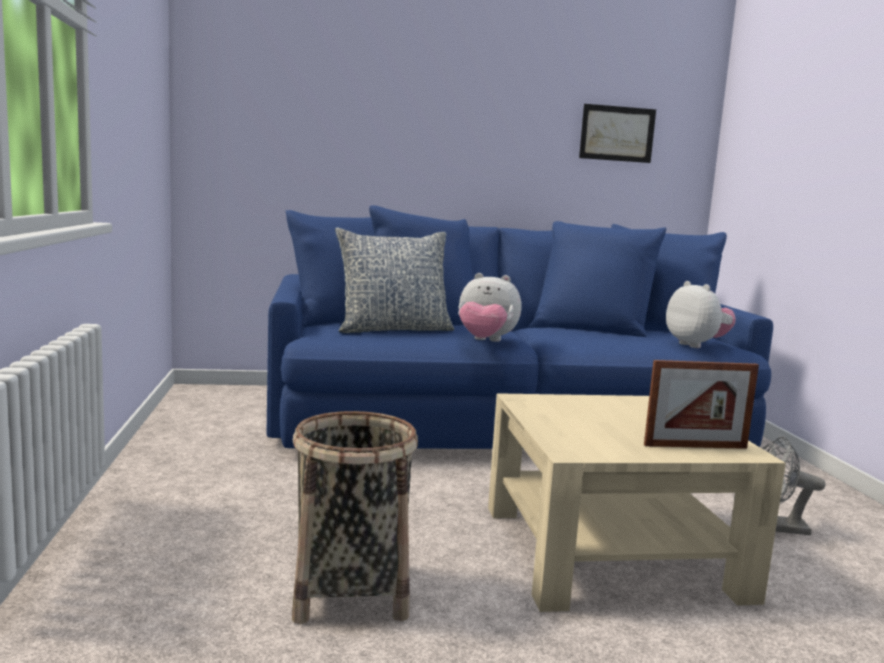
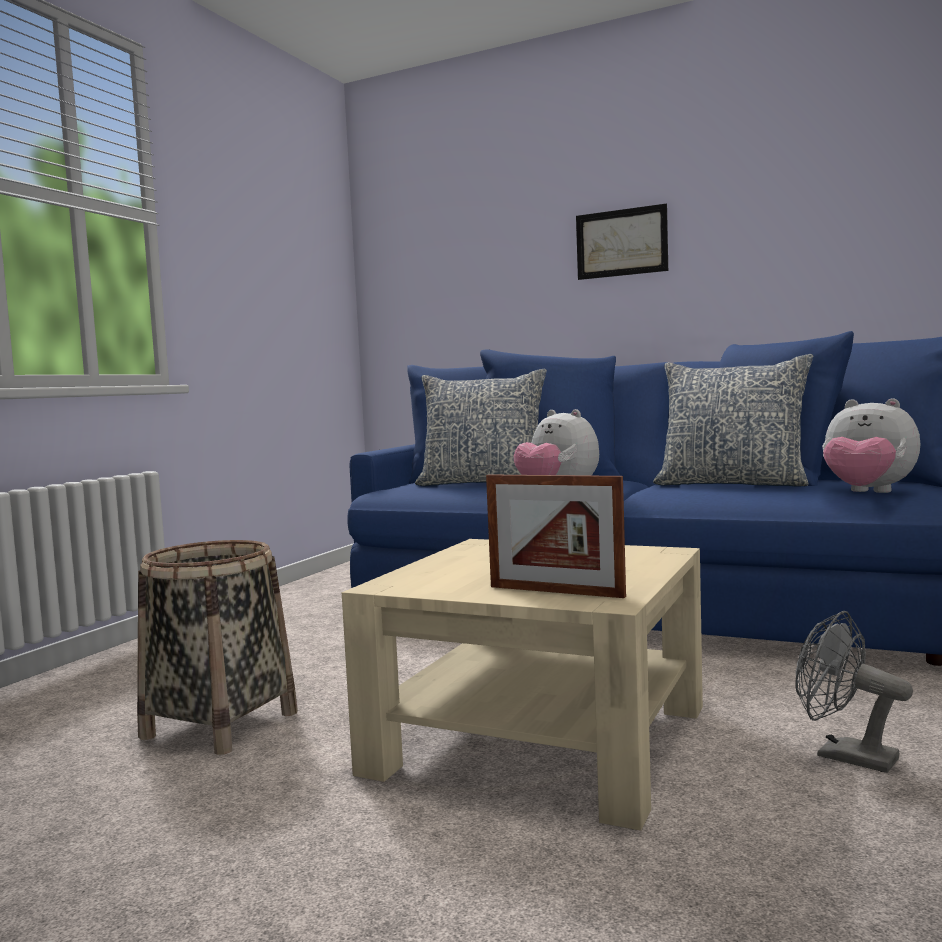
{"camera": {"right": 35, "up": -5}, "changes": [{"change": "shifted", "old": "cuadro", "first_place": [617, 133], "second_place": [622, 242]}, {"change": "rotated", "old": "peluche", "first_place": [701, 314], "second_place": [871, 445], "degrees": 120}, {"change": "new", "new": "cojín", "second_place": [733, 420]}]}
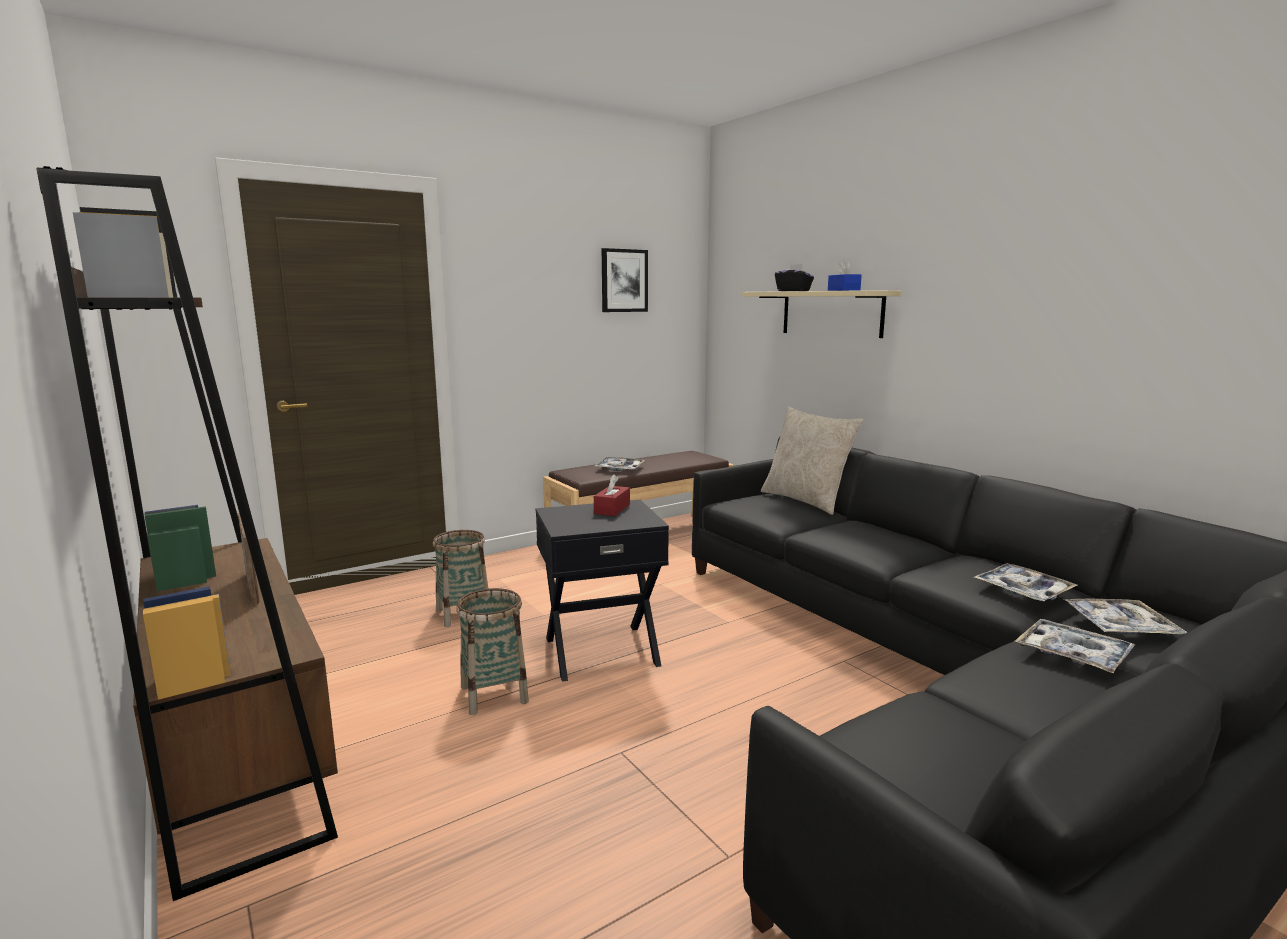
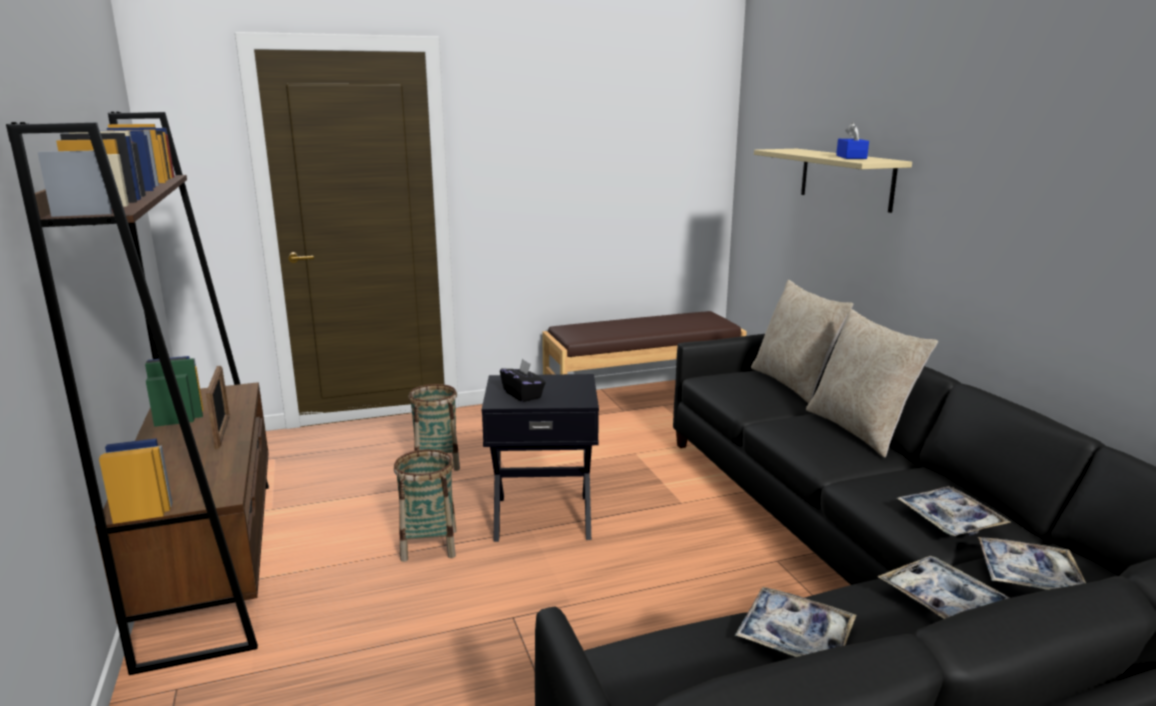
{"camera": {"right": 15, "up": 5}, "changes": [{"change": "gone", "old": "caja de pañuelos/rojo", "first_place": [612, 495]}, {"change": "shifted", "old": "bandeja", "first_place": [620, 464], "second_place": [795, 622]}, {"change": "gone", "old": "cuadro", "first_place": [625, 280]}, {"change": "shifted", "old": "caja de pañuelos/negro", "first_place": [794, 277], "second_place": [523, 380]}, {"change": "new", "new": "cojín/beis", "second_place": [872, 383]}]}
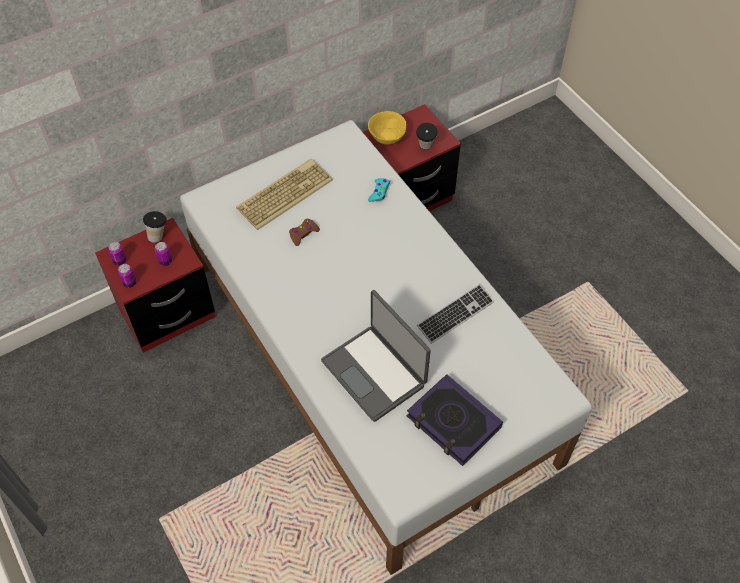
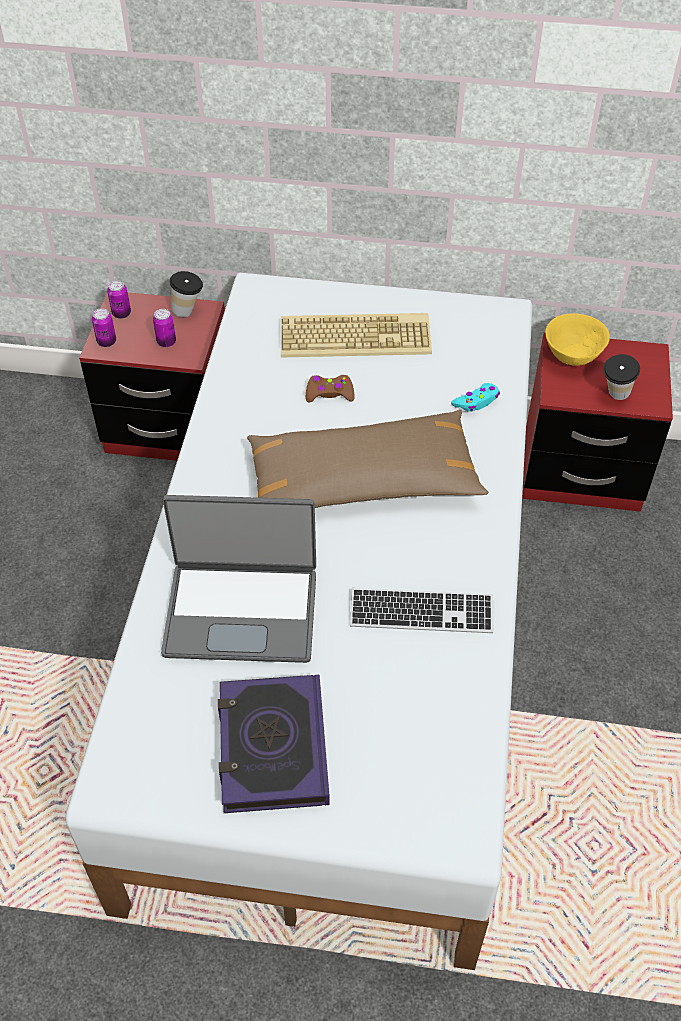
{"camera": {"right": 40, "up": -5}, "changes": [{"change": "rotated", "old": "portátil", "first_place": [376, 356], "second_place": [238, 579], "degrees": -90}, {"change": "new", "new": "cojín/marrón", "second_place": [367, 459]}]}
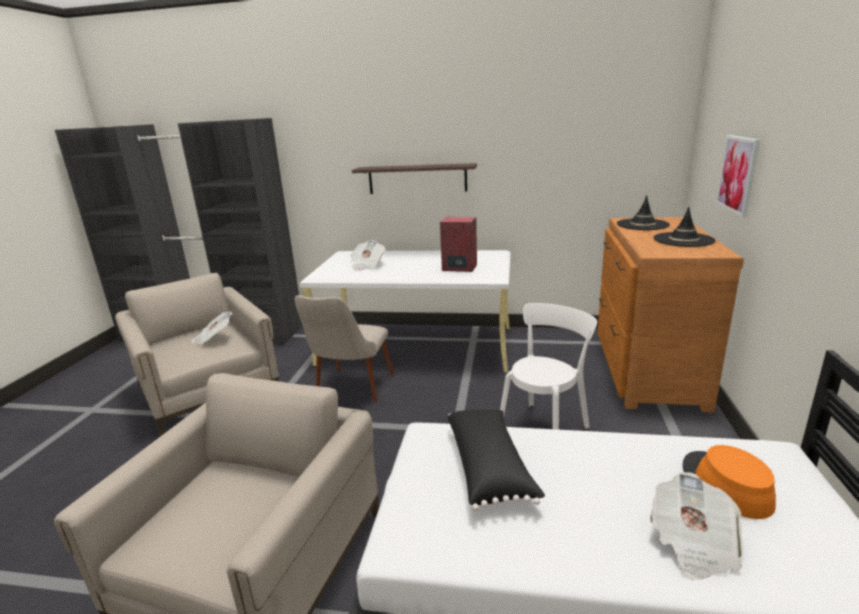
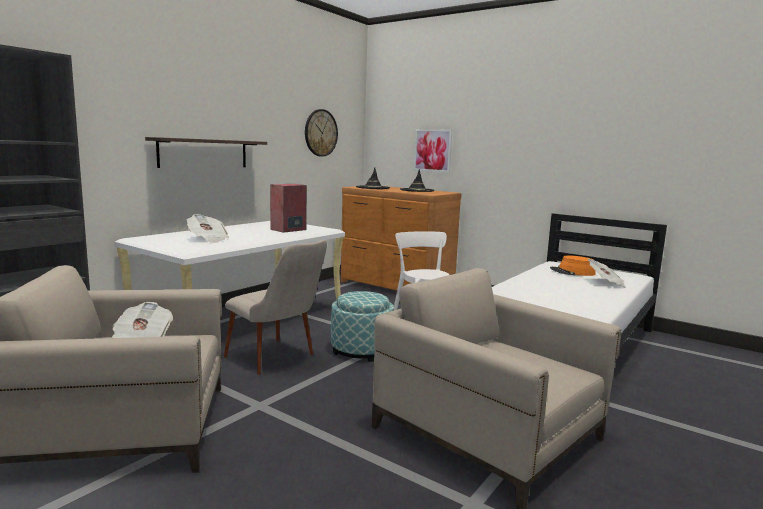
{"camera": {"right": -65, "up": -10}, "changes": [{"change": "gone", "old": "cojín/negro", "first_place": [496, 460]}, {"change": "new", "new": "reloj de pared", "second_place": [321, 133]}, {"change": "new", "new": "puf", "second_place": [362, 326]}]}
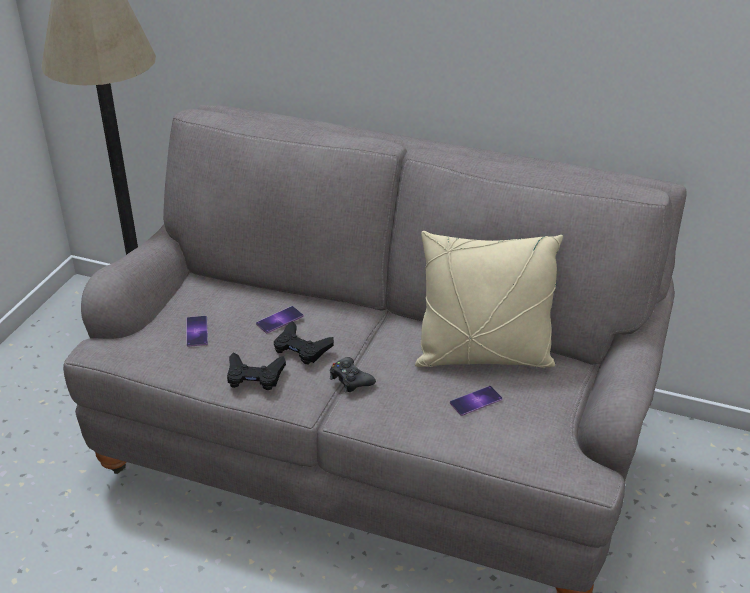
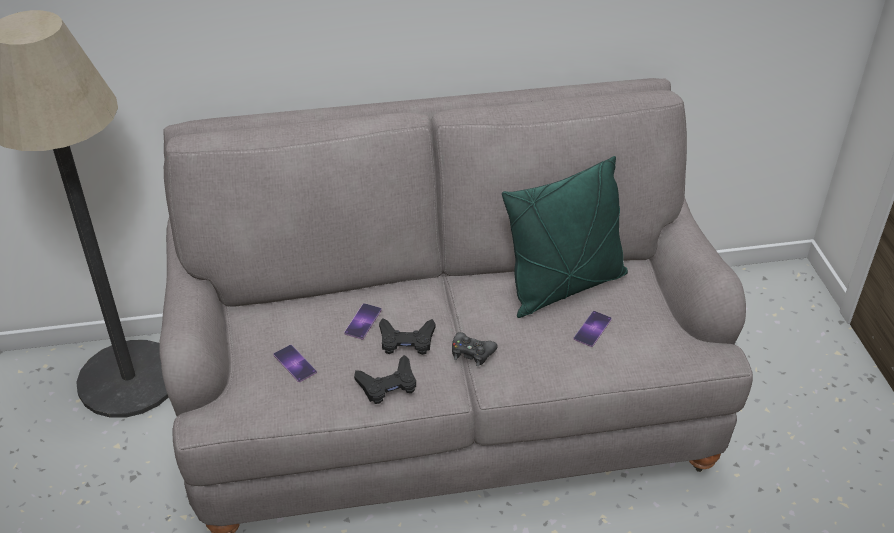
{"camera": {"right": -30, "up": 5}, "changes": [{"change": "repainted", "old": "cojín/beis", "new": "cojín/verde", "first_place": [489, 299], "second_place": [565, 237]}]}
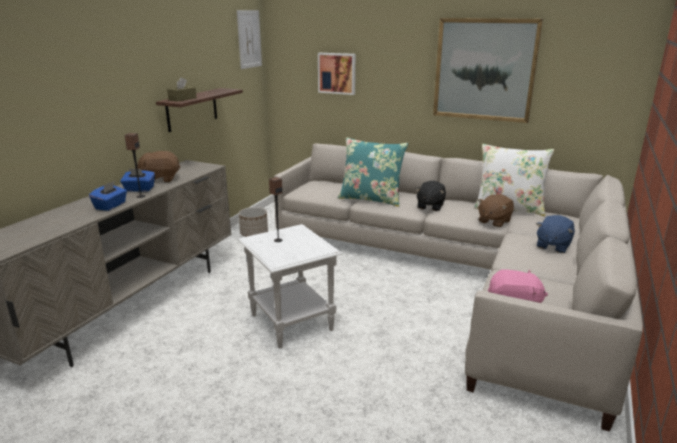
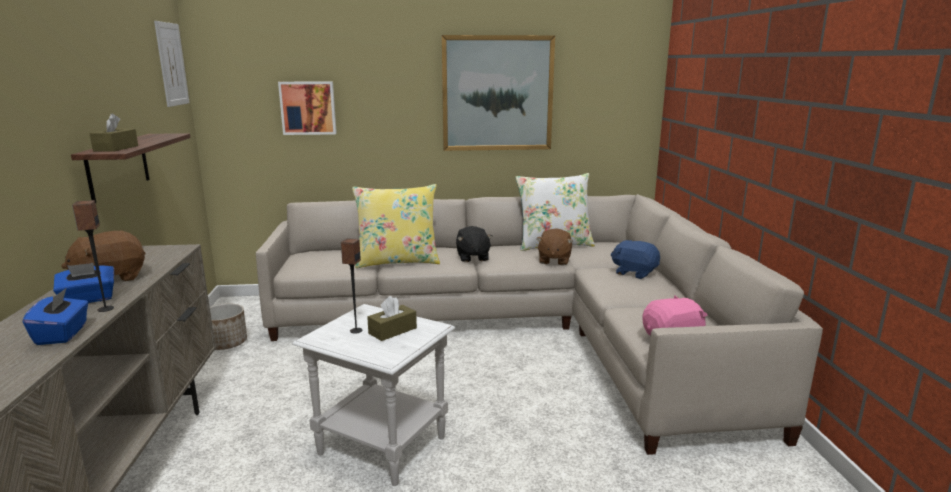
{"camera": {"right": -30, "up": -5}, "changes": [{"change": "repainted", "old": "cojín/turquesa", "new": "cojín/amarillo", "first_place": [373, 172], "second_place": [396, 226]}, {"change": "rotated", "old": "peluche/azul", "first_place": [555, 234], "second_place": [635, 259], "degrees": 120}, {"change": "new", "new": "caja de pañuelos/marrón", "second_place": [392, 318]}]}
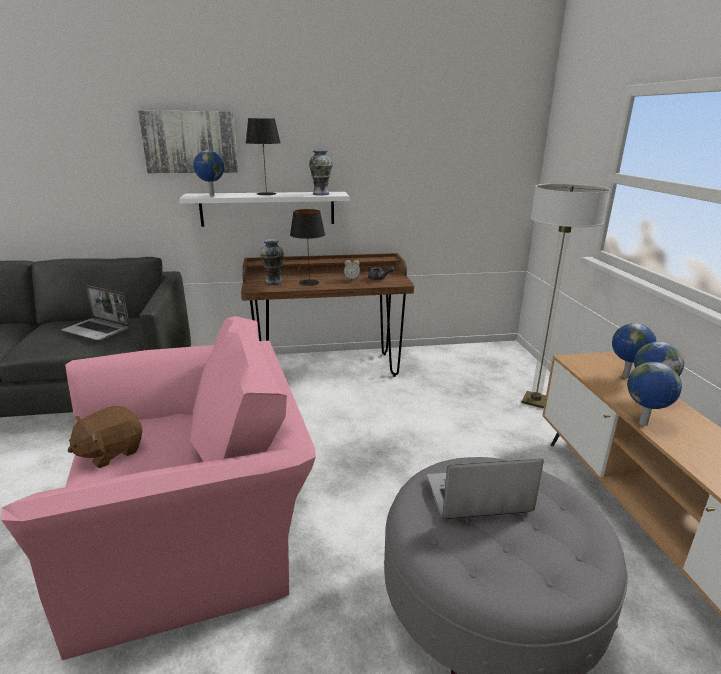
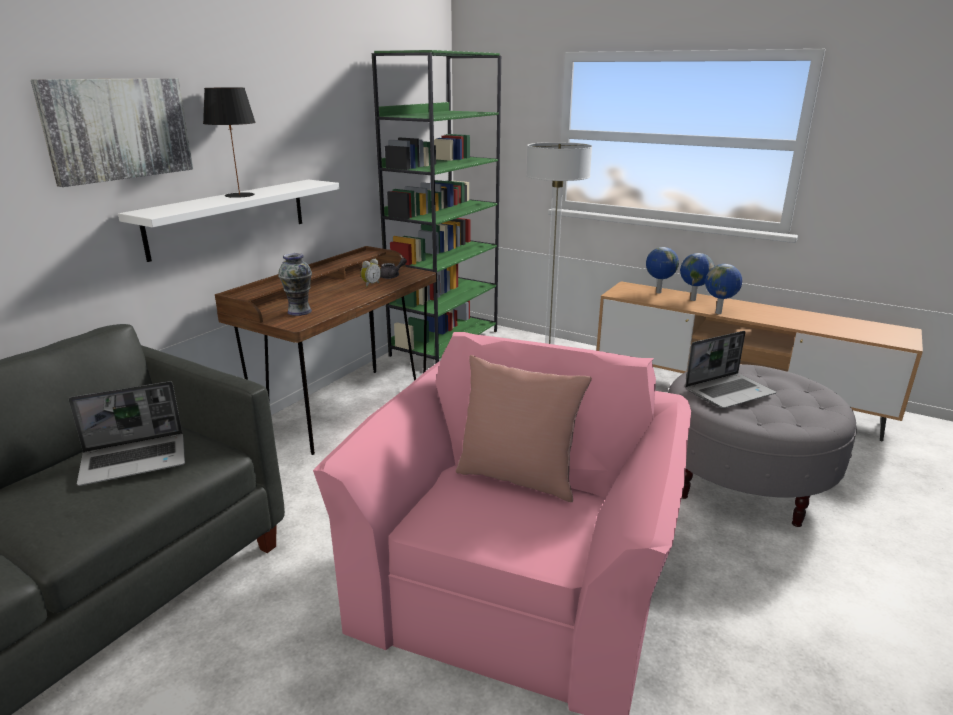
{"camera": {"right": -50, "up": 0}, "changes": [{"change": "gone", "old": "peluche/marrón", "first_place": [104, 437]}, {"change": "gone", "old": "globo terráqueo", "first_place": [208, 173]}, {"change": "gone", "old": "lámpara de mesa/negro", "first_place": [307, 247]}, {"change": "gone", "old": "florero", "first_place": [321, 172]}, {"change": "rotated", "old": "portátil", "first_place": [485, 488], "second_place": [730, 369], "degrees": -150}, {"change": "new", "new": "estantería/verde", "second_place": [436, 206]}, {"change": "new", "new": "cojín/rosa", "second_place": [524, 428]}]}
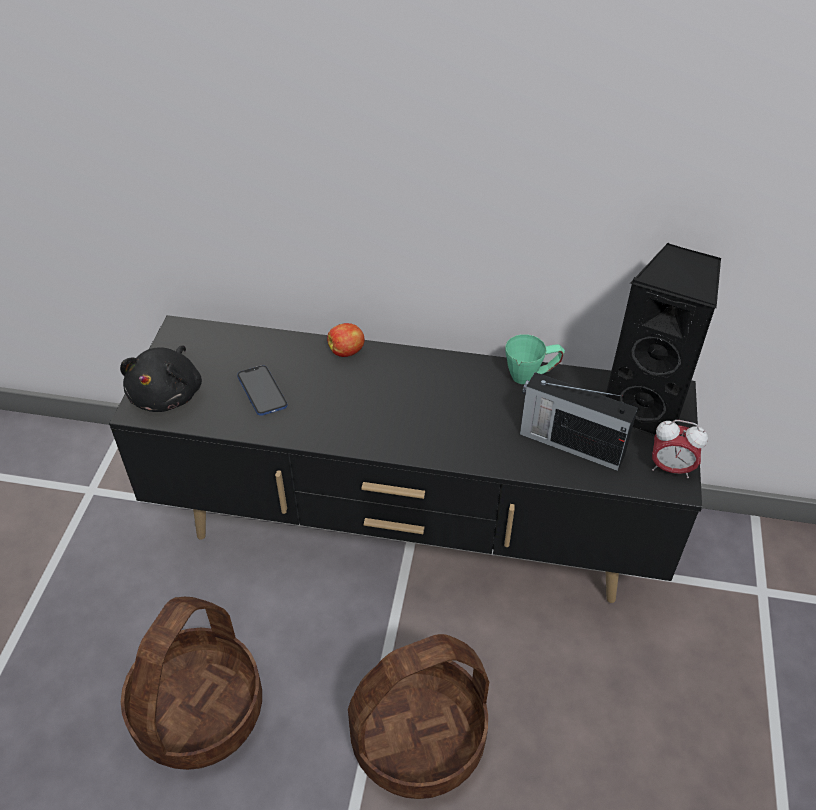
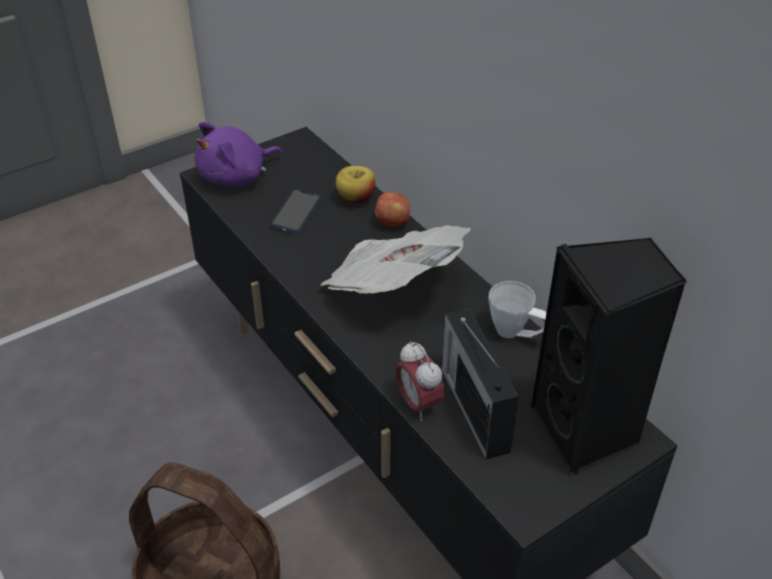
{"camera": {"right": 45, "up": -5}, "changes": [{"change": "repainted", "old": "peluche/negro", "new": "peluche/morado", "first_place": [161, 378], "second_place": [239, 154]}, {"change": "gone", "old": "cesta", "first_place": [191, 683]}, {"change": "repainted", "old": "taza grande/verde", "new": "taza grande/blanco", "first_place": [535, 359], "second_place": [517, 309]}, {"change": "shifted", "old": "despertador", "first_place": [680, 449], "second_place": [420, 381]}, {"change": "new", "new": "periódico", "second_place": [395, 259]}, {"change": "new", "new": "manzana", "second_place": [355, 184]}]}
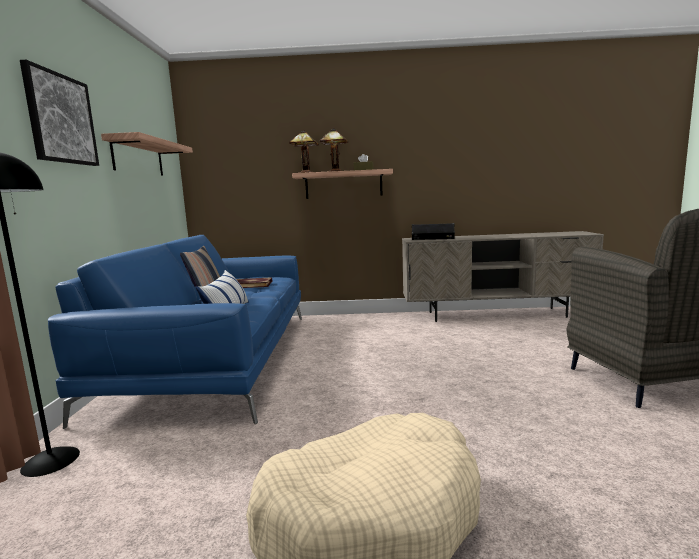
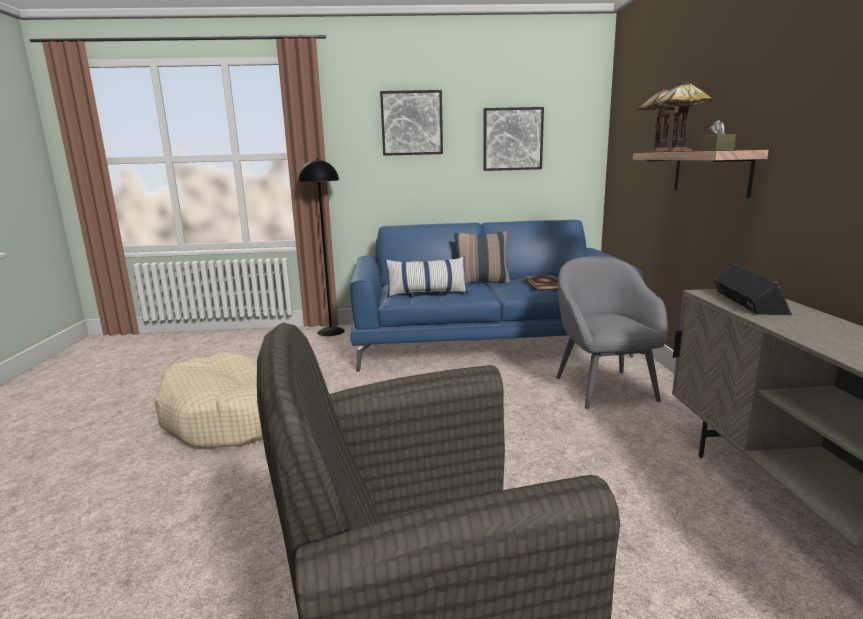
{"camera": {"right": 85, "up": 5}, "changes": [{"change": "swapped", "old": "estante", "new": "cuadro", "first_place": [147, 154], "second_place": [513, 139]}, {"change": "new", "new": "sillón/gris", "second_place": [612, 332]}]}
